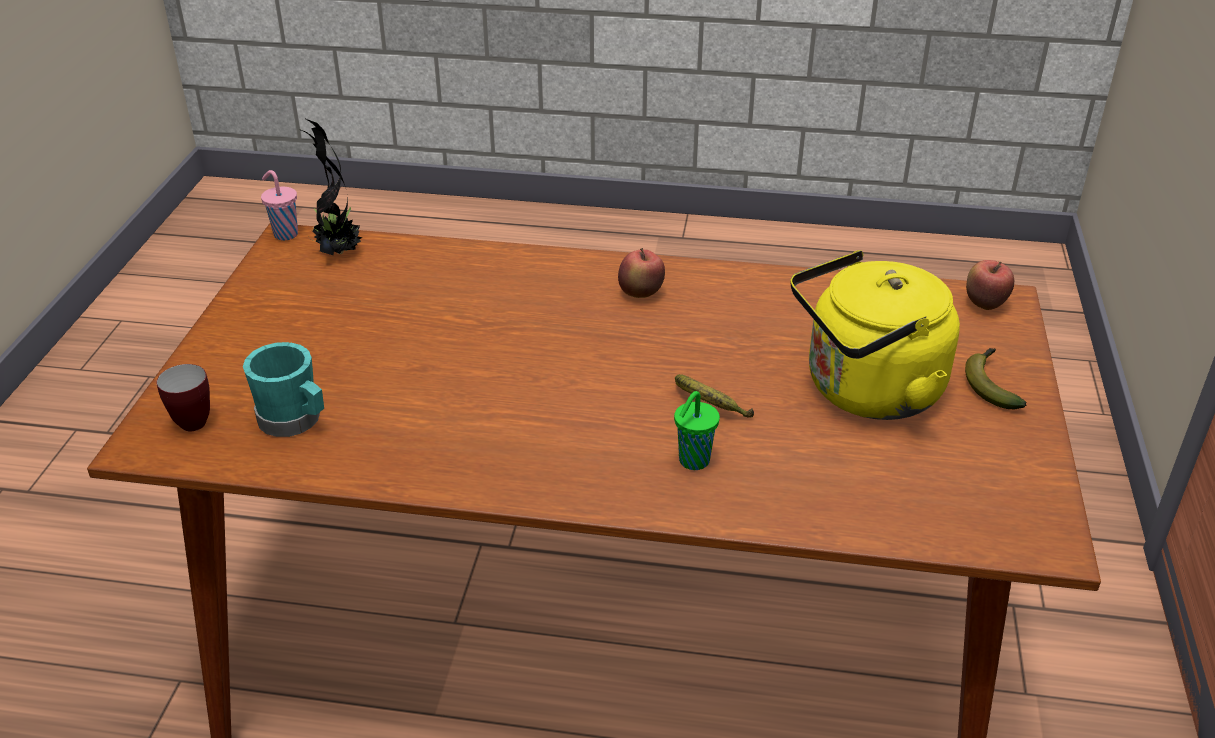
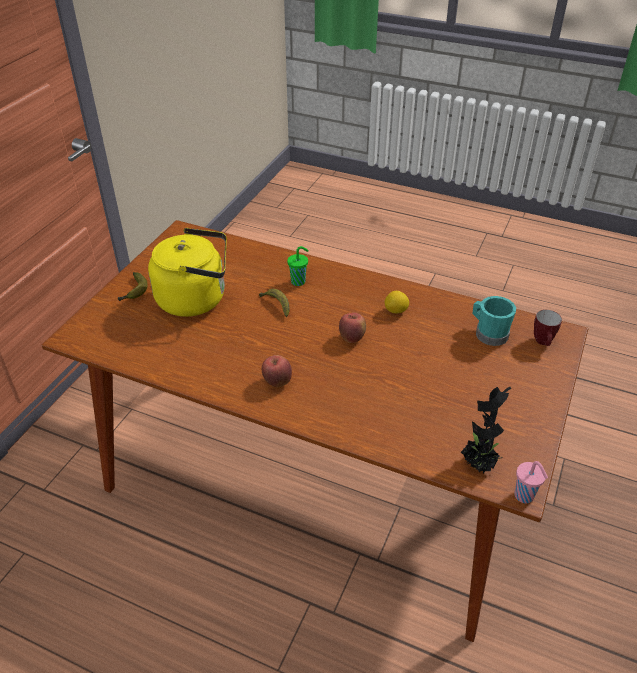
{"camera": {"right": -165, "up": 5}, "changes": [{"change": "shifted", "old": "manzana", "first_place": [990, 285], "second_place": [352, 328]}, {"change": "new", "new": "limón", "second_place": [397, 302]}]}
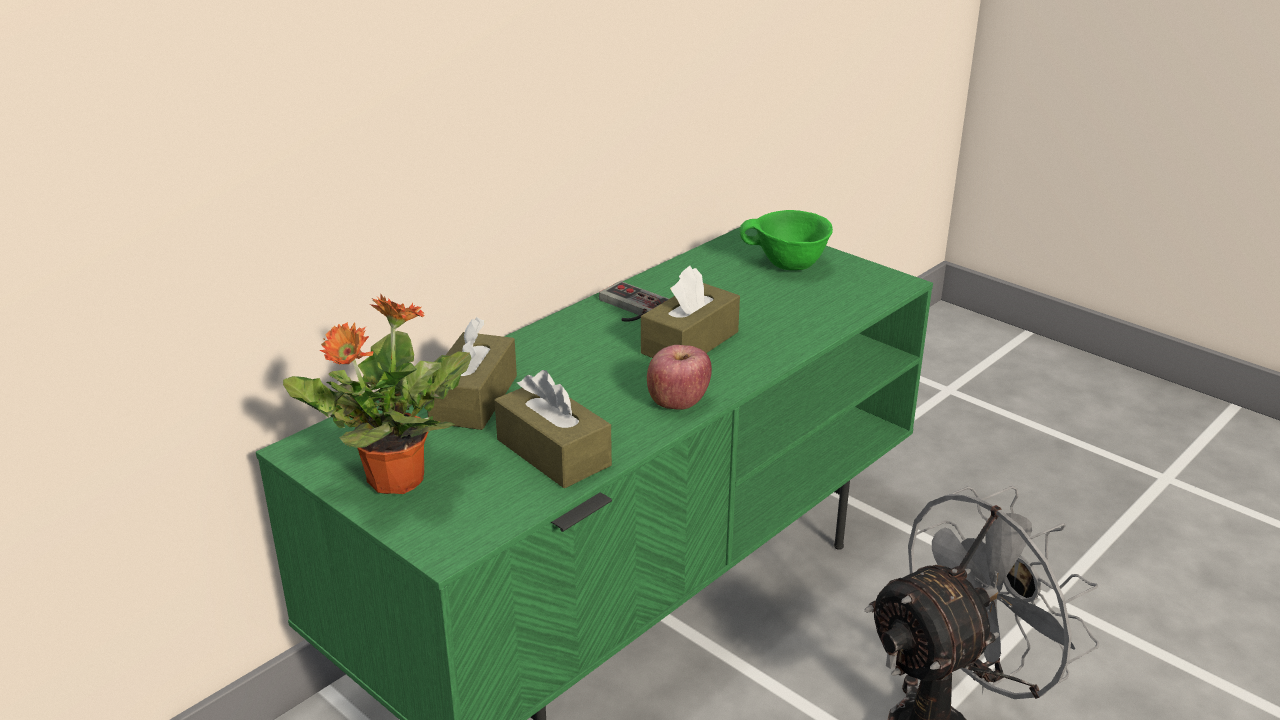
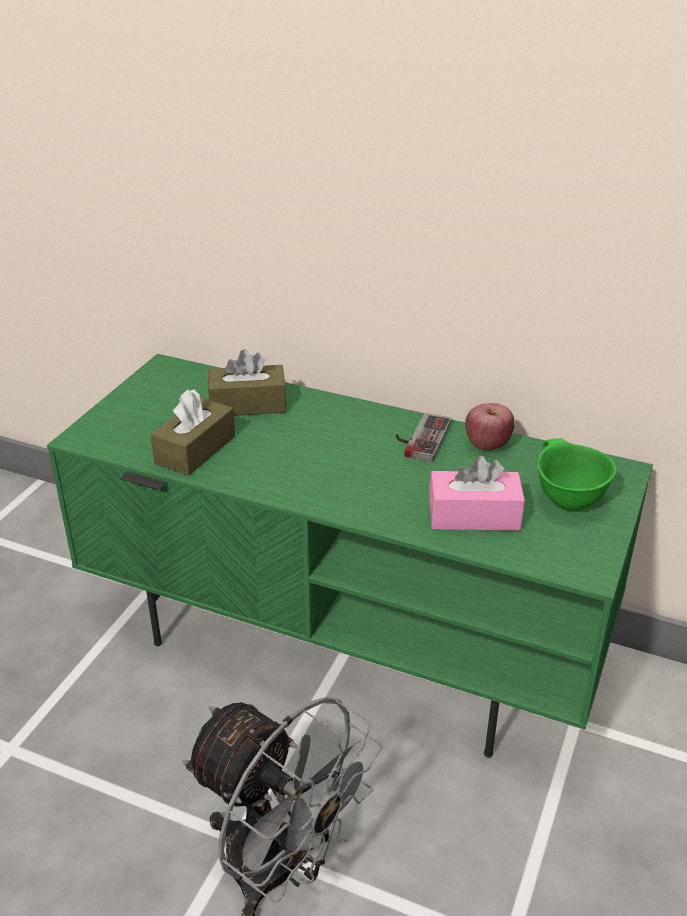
{"camera": {"right": 70, "up": 5}, "changes": [{"change": "gone", "old": "planta en maceta", "first_place": [377, 394]}, {"change": "gone", "old": "caja de pañuelos/marrón", "first_place": [690, 312]}, {"change": "shifted", "old": "manzana", "first_place": [679, 377], "second_place": [490, 426]}, {"change": "new", "new": "caja de pañuelos/rosa", "second_place": [477, 493]}]}
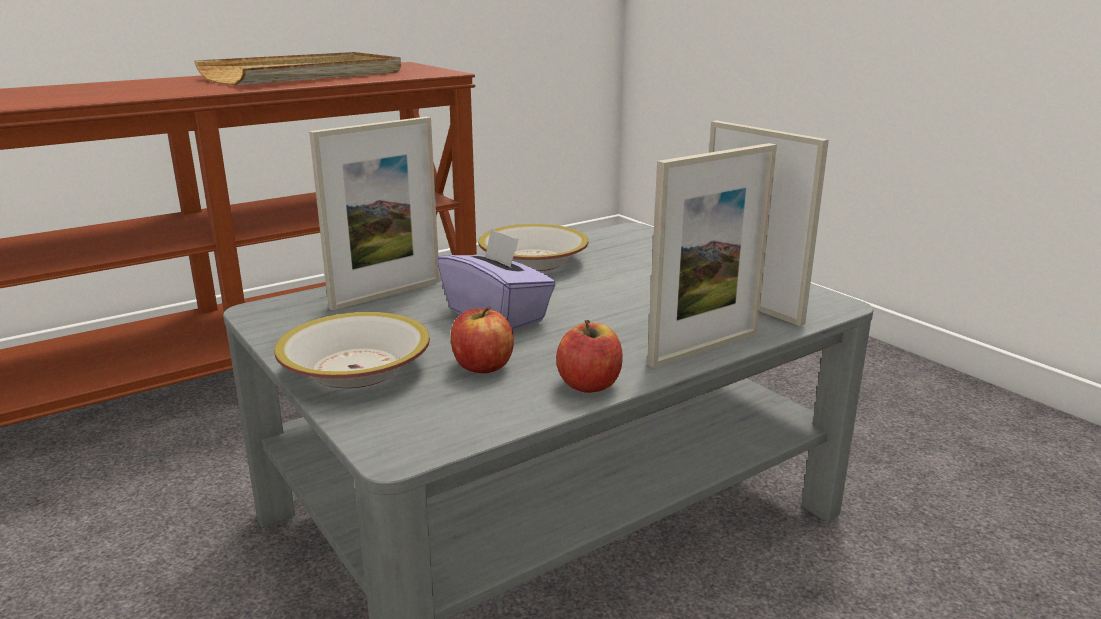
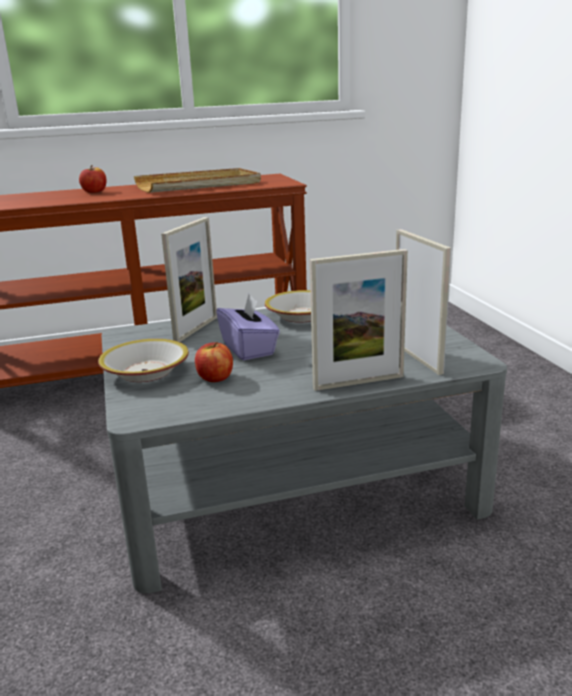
{"camera": {"right": 20, "up": 0}, "changes": [{"change": "rotated", "old": "portarretratos", "first_place": [374, 214], "second_place": [189, 279], "degrees": -45}, {"change": "shifted", "old": "manzana", "first_place": [589, 356], "second_place": [92, 179]}]}
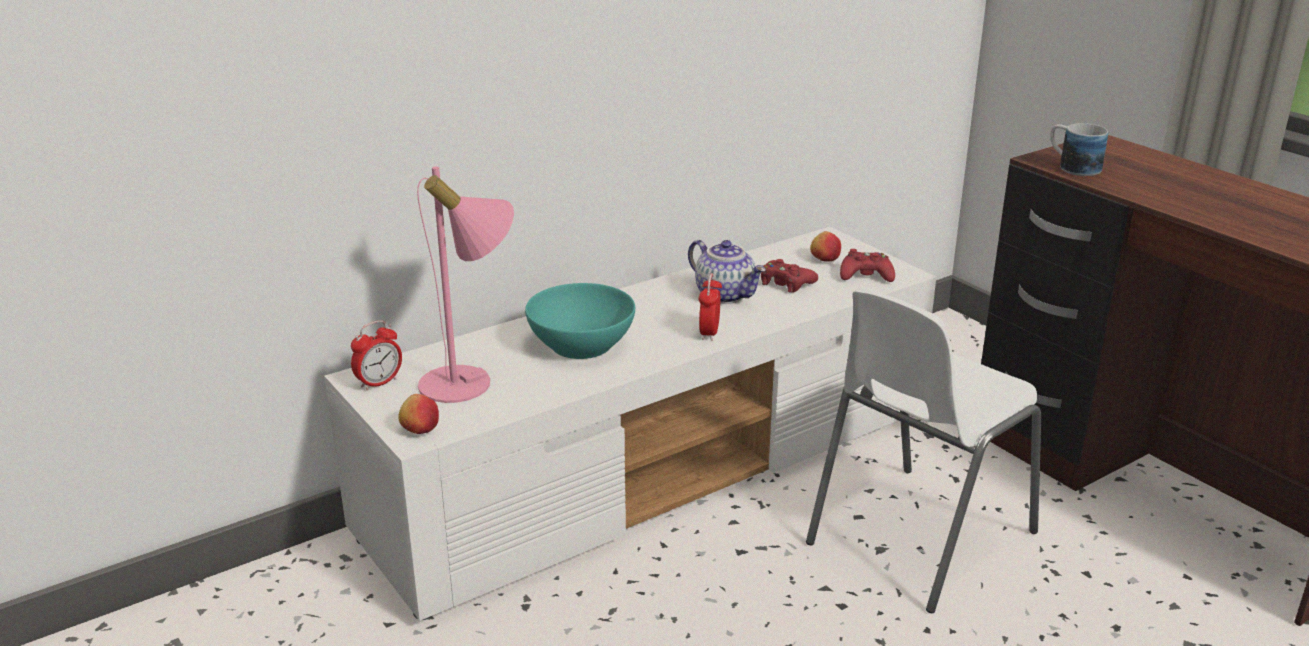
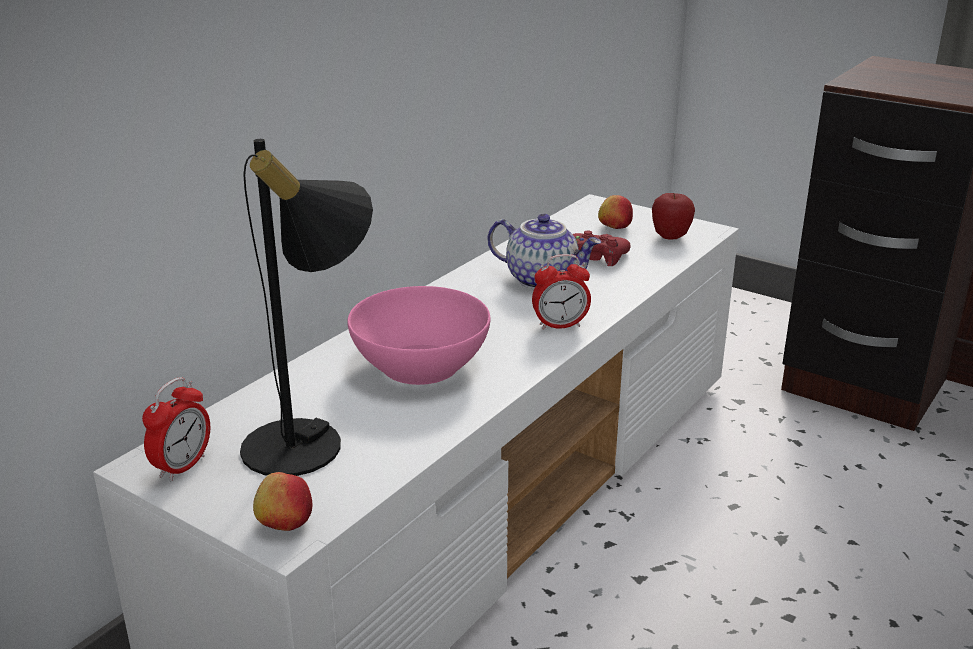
{"camera": {"right": -20, "up": 0}, "changes": [{"change": "repainted", "old": "lámpara de mesa/rosa", "new": "lámpara de mesa/negro", "first_place": [465, 285], "second_place": [306, 307]}, {"change": "repainted", "old": "cuenco/turquesa", "new": "cuenco/rosa", "first_place": [580, 321], "second_place": [418, 335]}, {"change": "rotated", "old": "despertador", "first_place": [710, 307], "second_place": [561, 292], "degrees": -90}, {"change": "gone", "old": "silla/blanco", "first_place": [923, 450]}, {"change": "swapped", "old": "mando de consola/rojo", "new": "manzana", "first_place": [867, 265], "second_place": [673, 216]}, {"change": "gone", "old": "taza grande", "first_place": [1079, 149]}]}
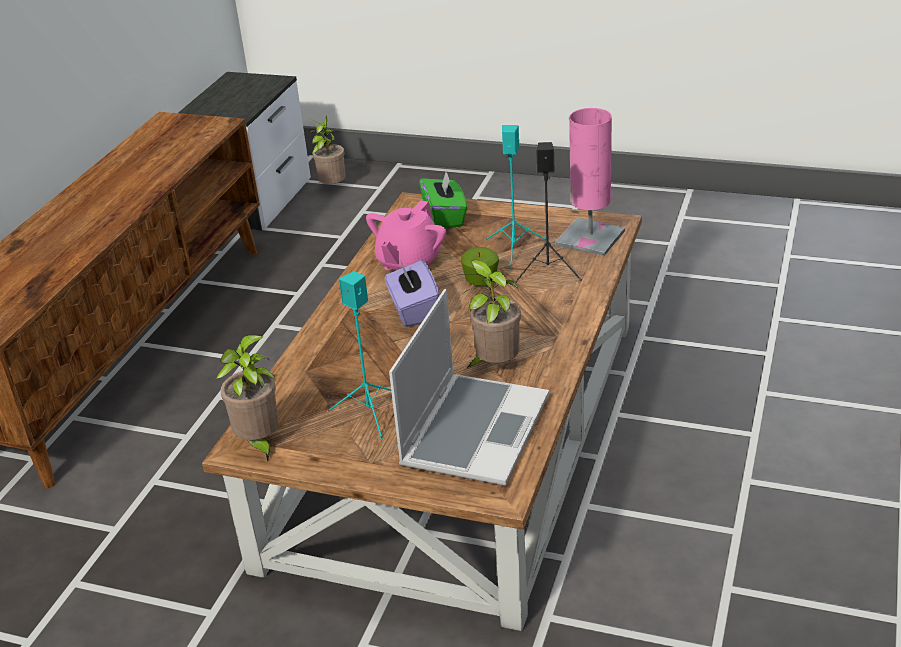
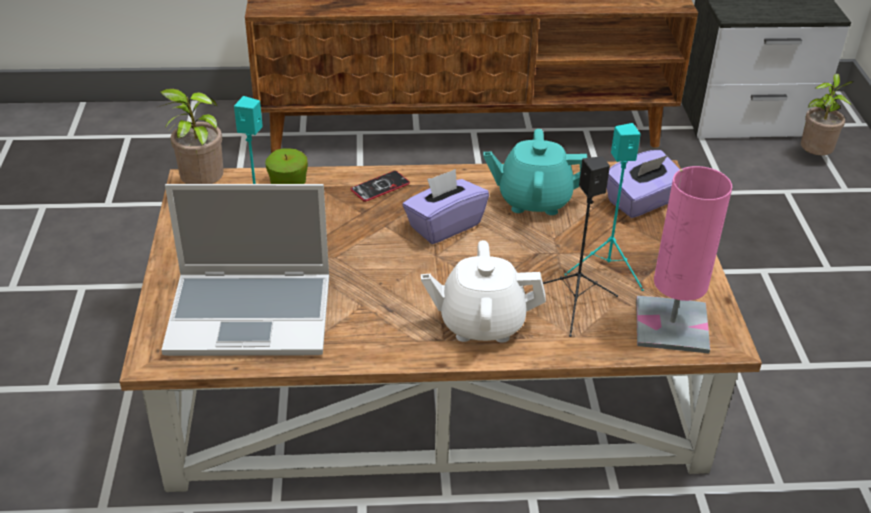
{"camera": {"right": 65, "up": 5}, "changes": [{"change": "repainted", "old": "tetera/rosa", "new": "tetera/turquesa", "first_place": [406, 235], "second_place": [535, 172]}, {"change": "repainted", "old": "caja de pañuelos/verde", "new": "caja de pañuelos/morado", "first_place": [443, 199], "second_place": [643, 184]}, {"change": "gone", "old": "planta en maceta", "first_place": [490, 314]}, {"change": "shifted", "old": "manzana", "first_place": [480, 266], "second_place": [286, 166]}, {"change": "new", "new": "móvil", "second_place": [380, 186]}, {"change": "new", "new": "tetera/blanco", "second_place": [483, 291]}]}
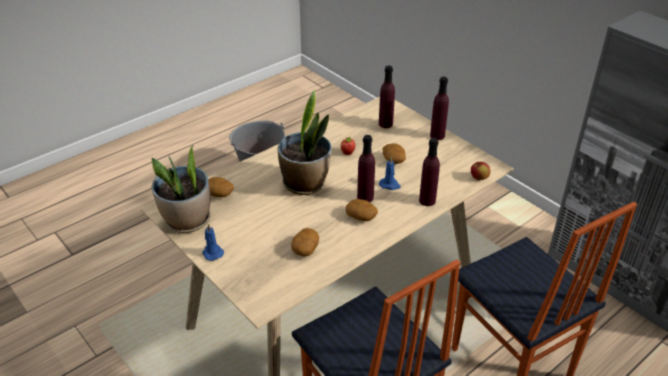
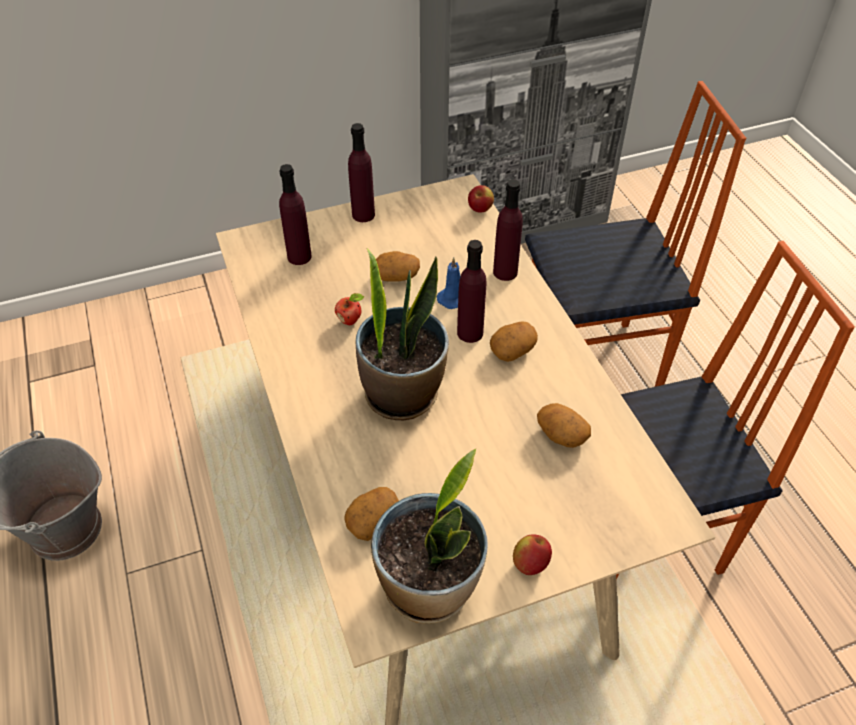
{"camera": {"right": -70, "up": 10}, "changes": [{"change": "swapped", "old": "vela/azul", "new": "manzana", "first_place": [213, 242], "second_place": [532, 554]}]}
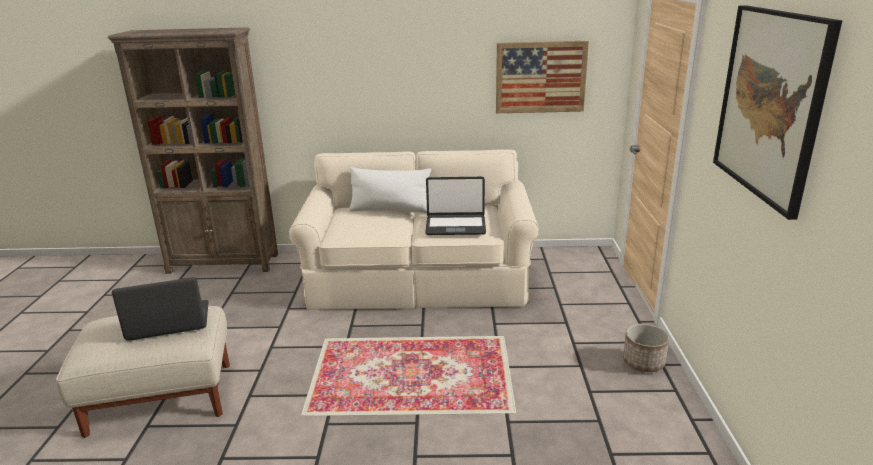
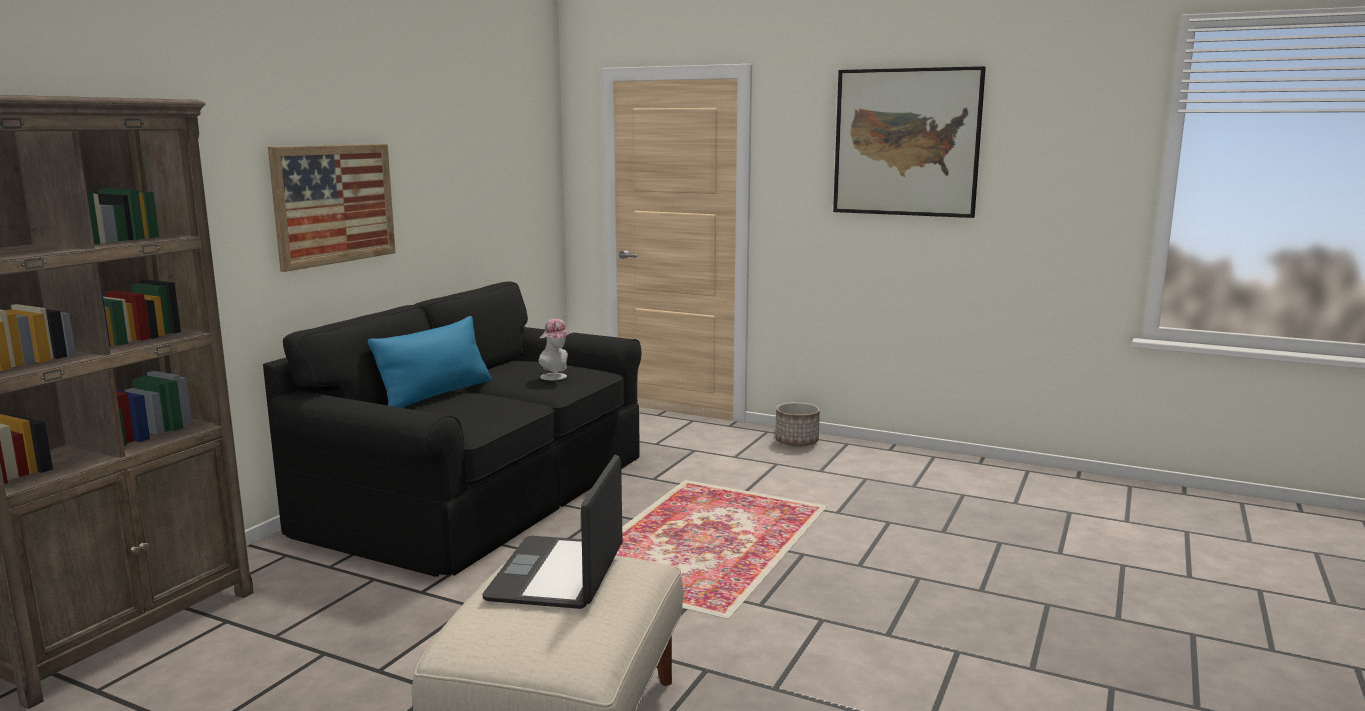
{"camera": {"right": -65, "up": -10}, "changes": [{"change": "repainted", "old": "sofá/beis", "new": "sofá/negro", "first_place": [414, 229], "second_place": [452, 429]}, {"change": "repainted", "old": "cojín/blanco", "new": "cojín/azul", "first_place": [390, 190], "second_place": [429, 362]}, {"change": "swapped", "old": "portátil", "new": "sombrero", "first_place": [455, 206], "second_place": [556, 350]}, {"change": "shifted", "old": "cuadro", "first_place": [542, 77], "second_place": [332, 208]}]}
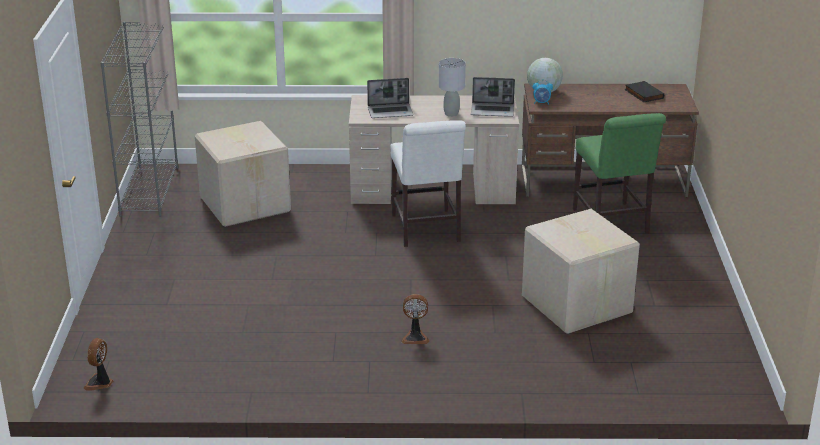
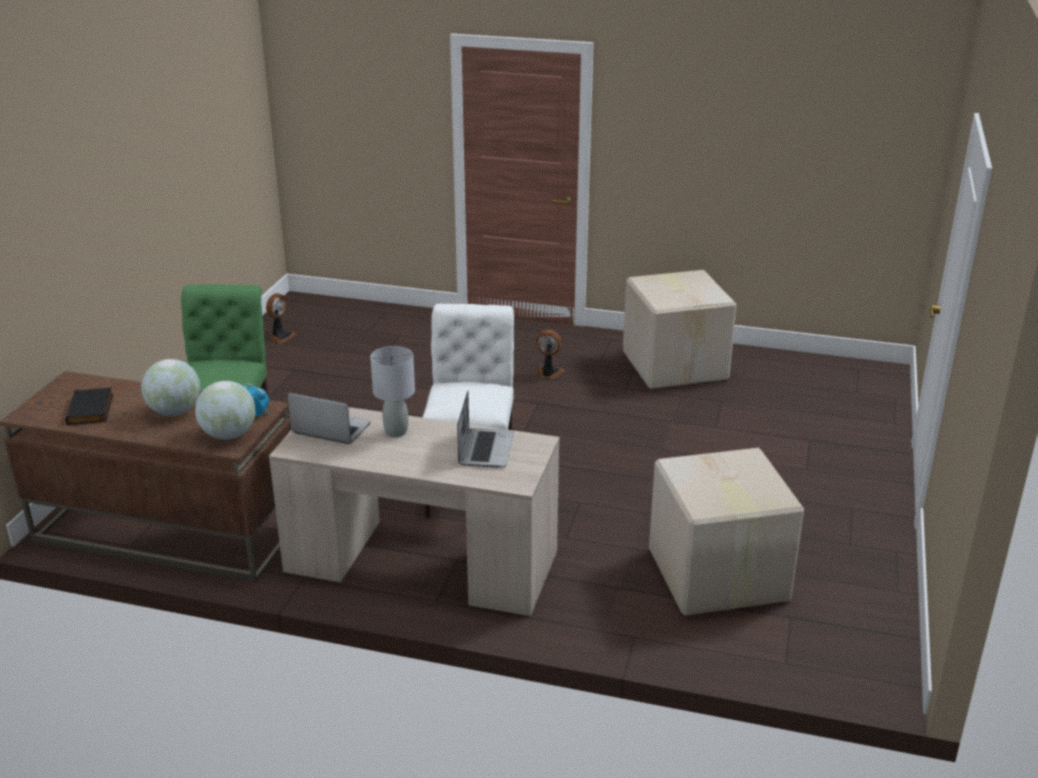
{"camera": {"right": -165, "up": 0}, "changes": [{"change": "shifted", "old": "ventilador", "first_place": [98, 364], "second_place": [281, 318]}, {"change": "gone", "old": "estantería/gris", "first_place": [139, 119]}, {"change": "rotated", "old": "portátil", "first_place": [390, 98], "second_place": [485, 429], "degrees": 90}, {"change": "shifted", "old": "caja de cartón", "first_place": [581, 271], "second_place": [680, 329]}, {"change": "new", "new": "globo terráqueo", "second_place": [171, 387]}]}
